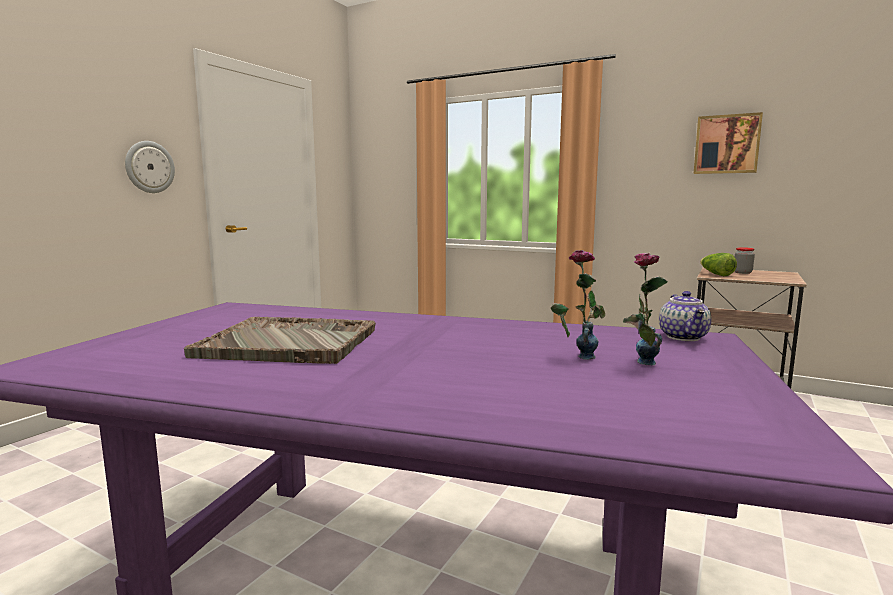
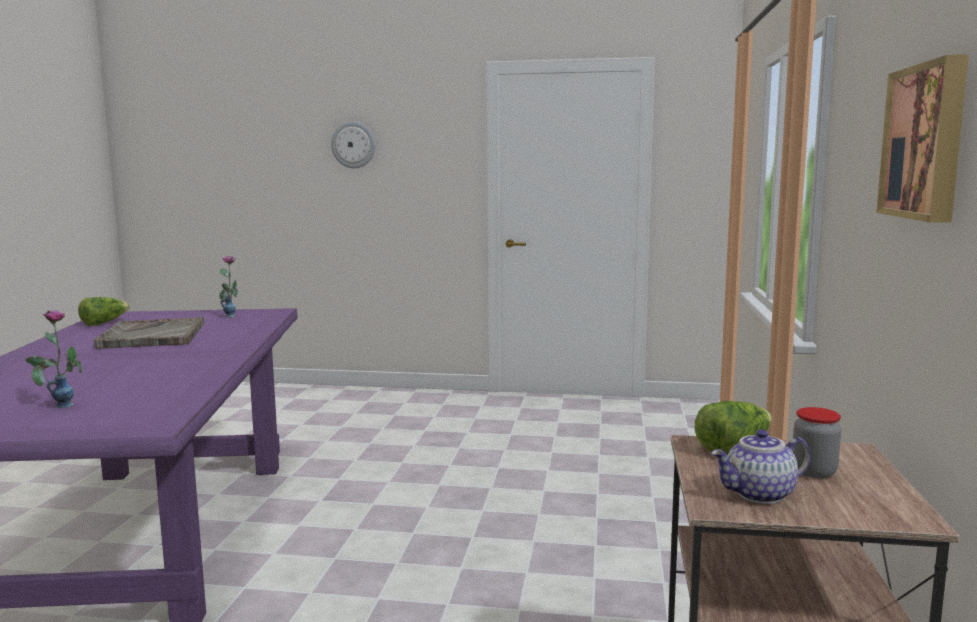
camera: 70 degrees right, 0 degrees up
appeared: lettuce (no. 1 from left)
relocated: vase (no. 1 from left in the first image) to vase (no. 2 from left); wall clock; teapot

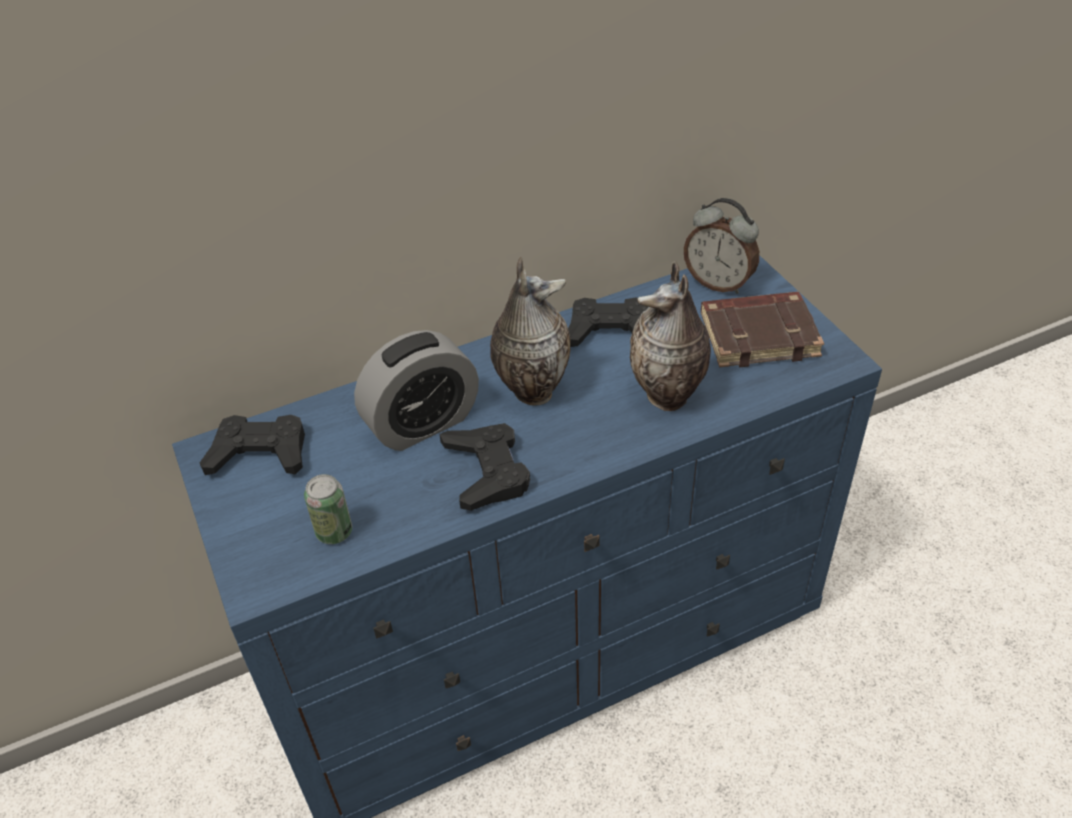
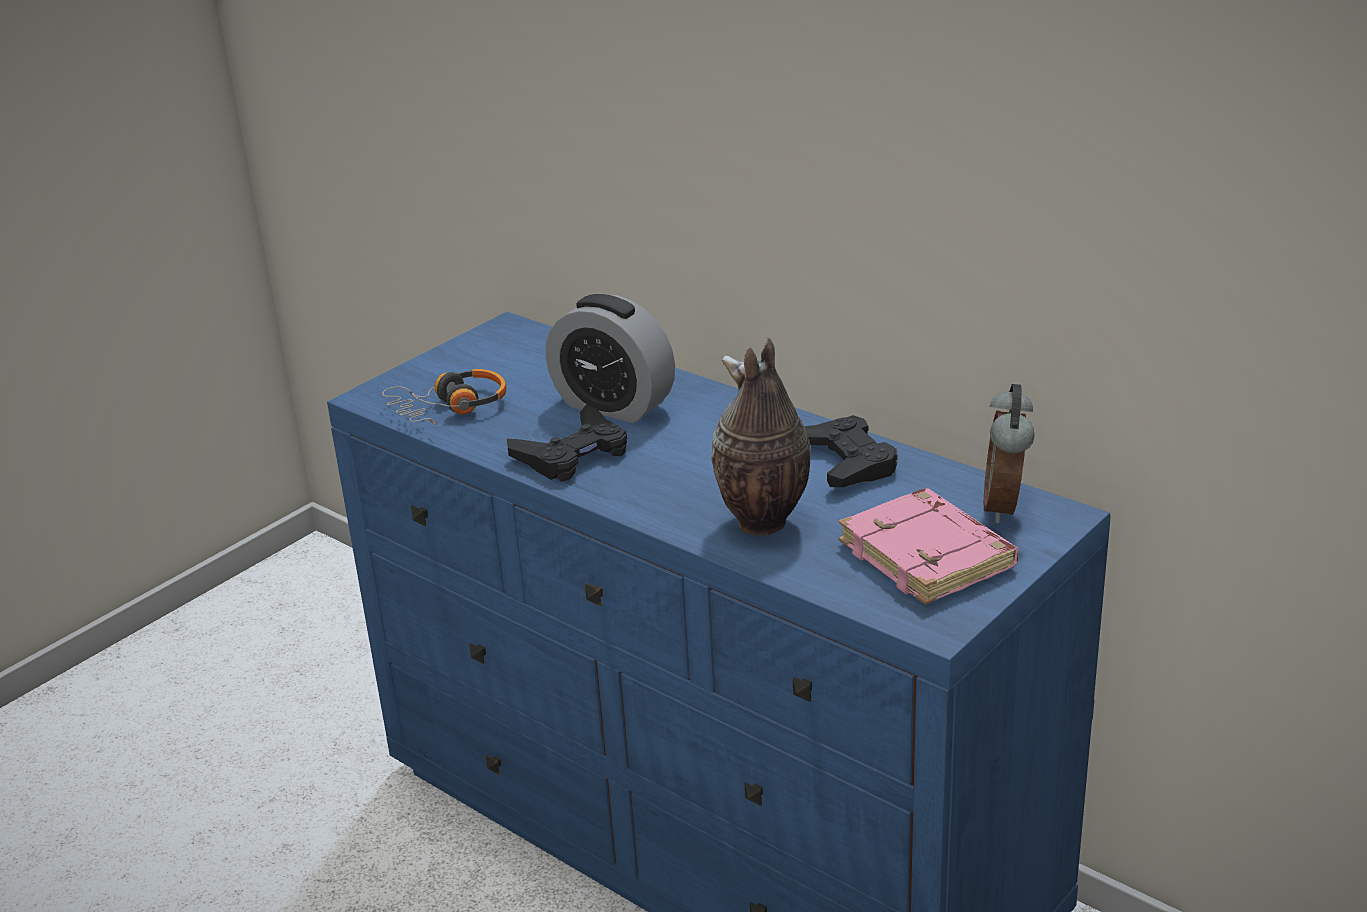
camera: 65 degrees right, 15 degrees down
missing: game controller in black (no. 1 from left); vase (no. 1 from left)
exchanged: can to headphones
colour: book in brown to book in pink

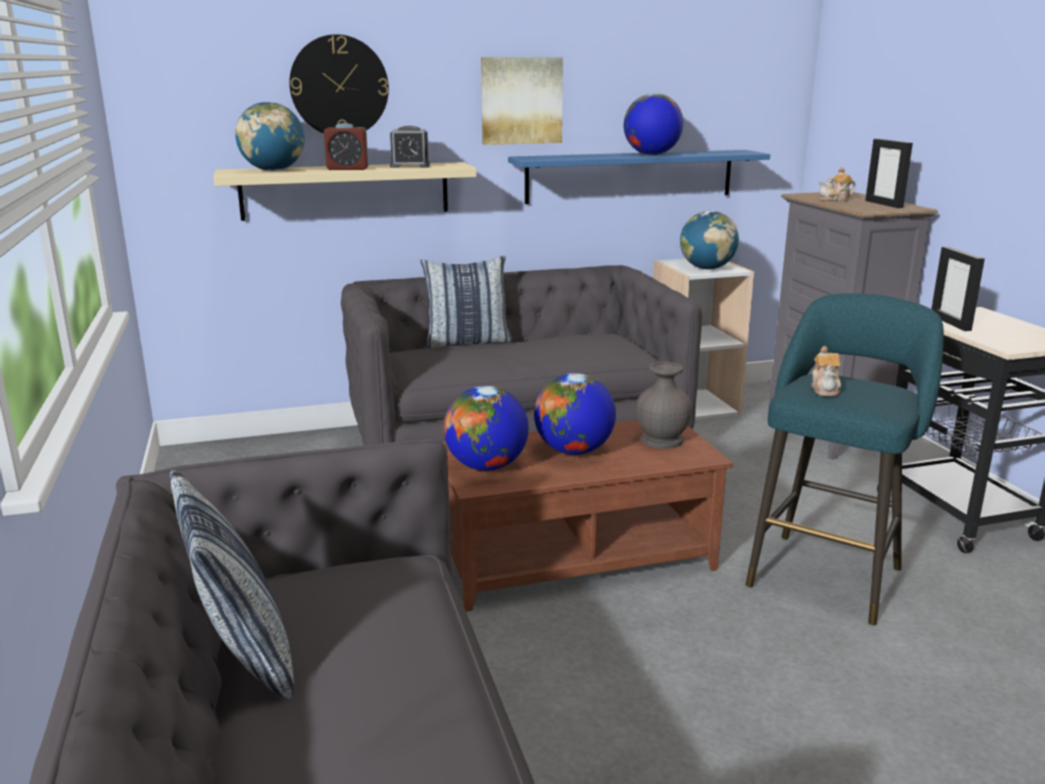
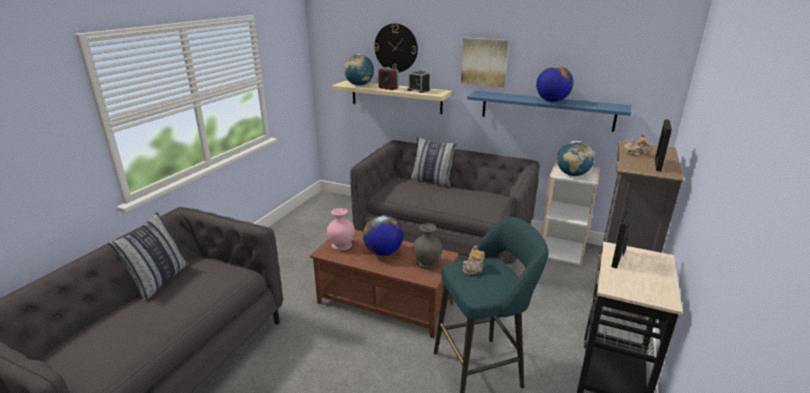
camera: 40 degrees right, 5 degrees up
exchanged: globe (no. 2 from left) to vase in pink

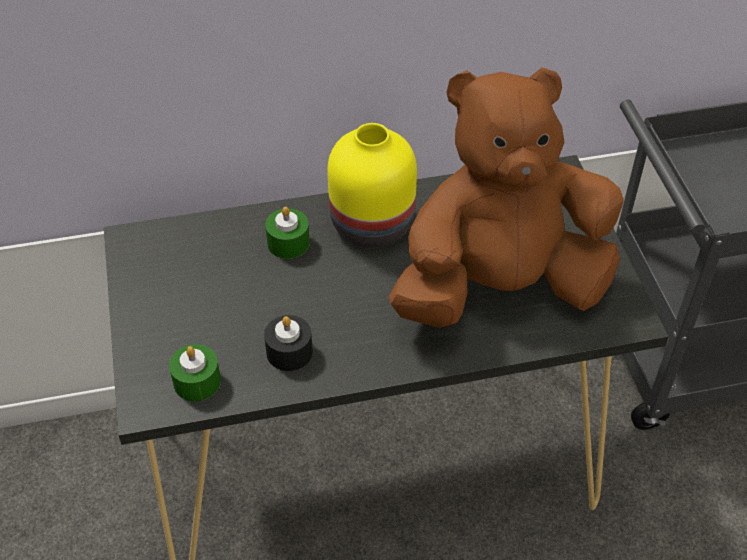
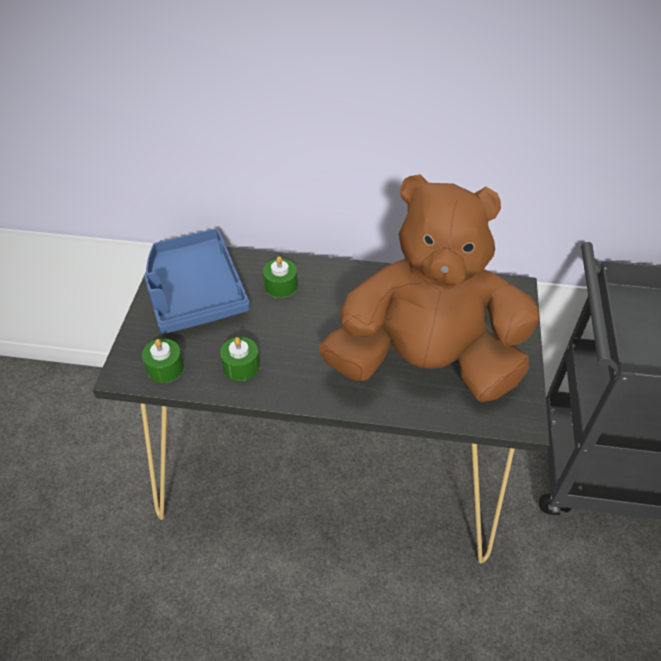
camera: 20 degrees right, 0 degrees up
missing: vase in yellow
appeared: tray in blue
colour: candle in black to candle in green (no. 2 from left)

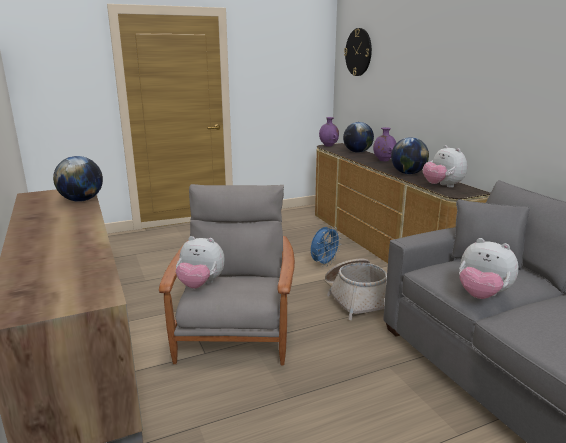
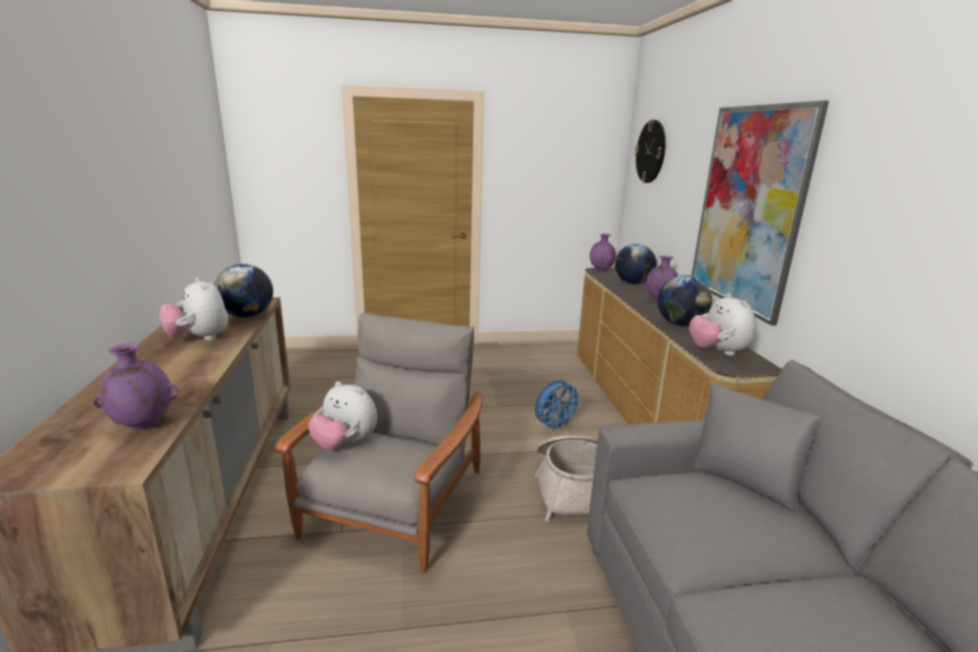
camera: 15 degrees right, 0 degrees up
appeared: vase in purple (no. 1 from left); picture
relocated: plush toy (no. 3 from left in the first image) to plush toy (no. 1 from left)

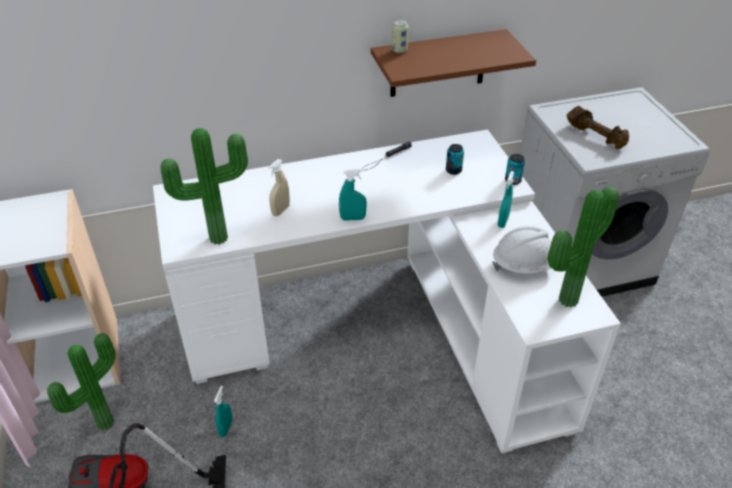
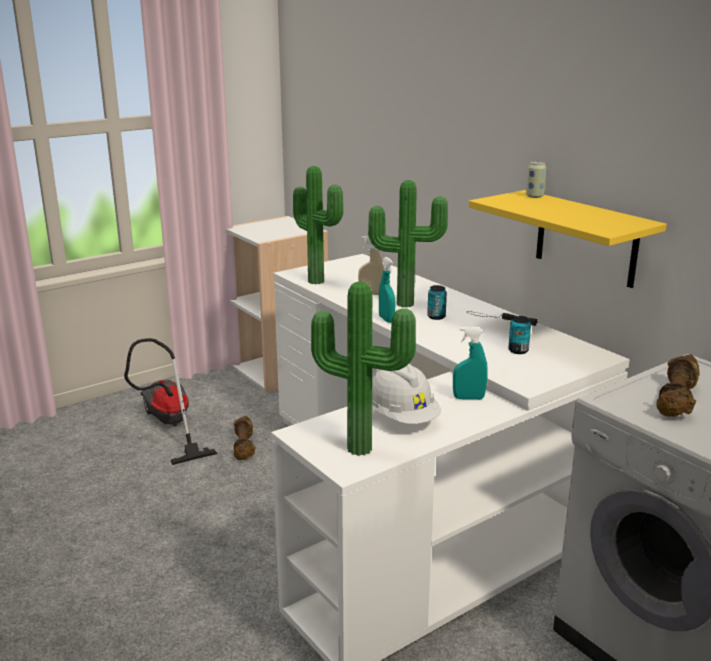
camera: 70 degrees right, 20 degrees down
relocated: potted plant (no. 1 from left in the first image) to potted plant (no. 3 from left); can (no. 3 from left in the first image) to can (no. 1 from left)
exchanged: spray bottle in turquoise (no. 1 from left) to dumbbell in brown (no. 1 from left)
colour: shelf in brown to shelf in yellow

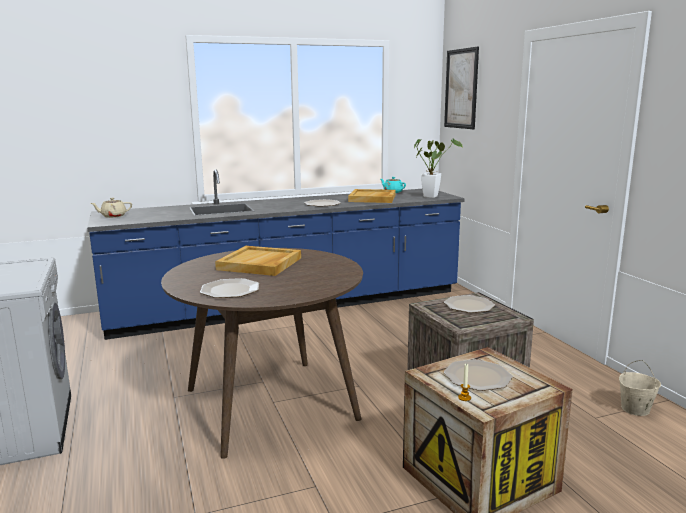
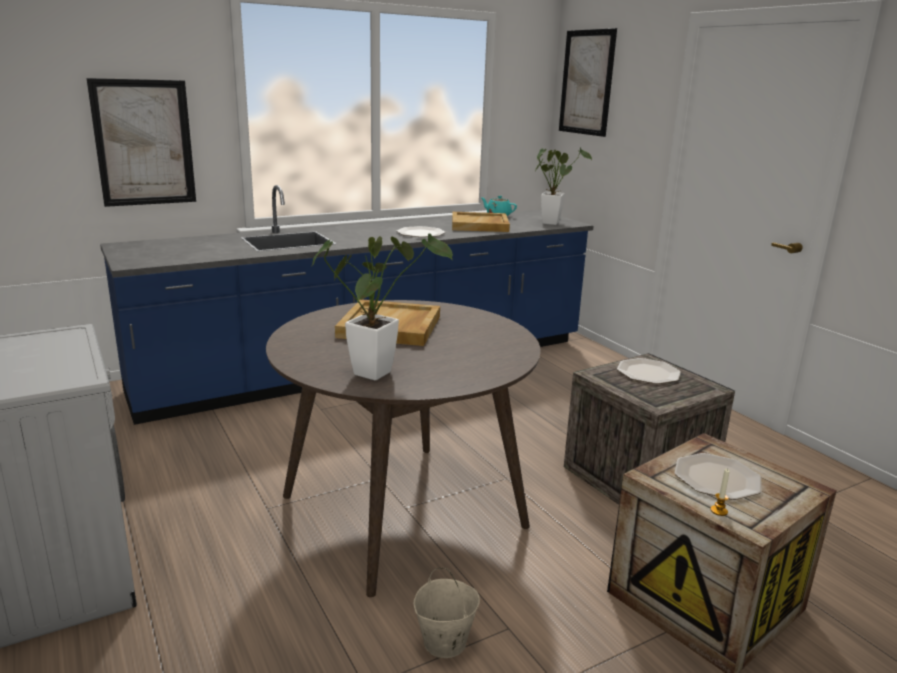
camera: 10 degrees left, 5 degrees up
missing: teapot in beige
appeared: picture (no. 1 from left)
relocated: bucket in beige
exchanged: plate (no. 1 from left) to potted plant (no. 1 from left)

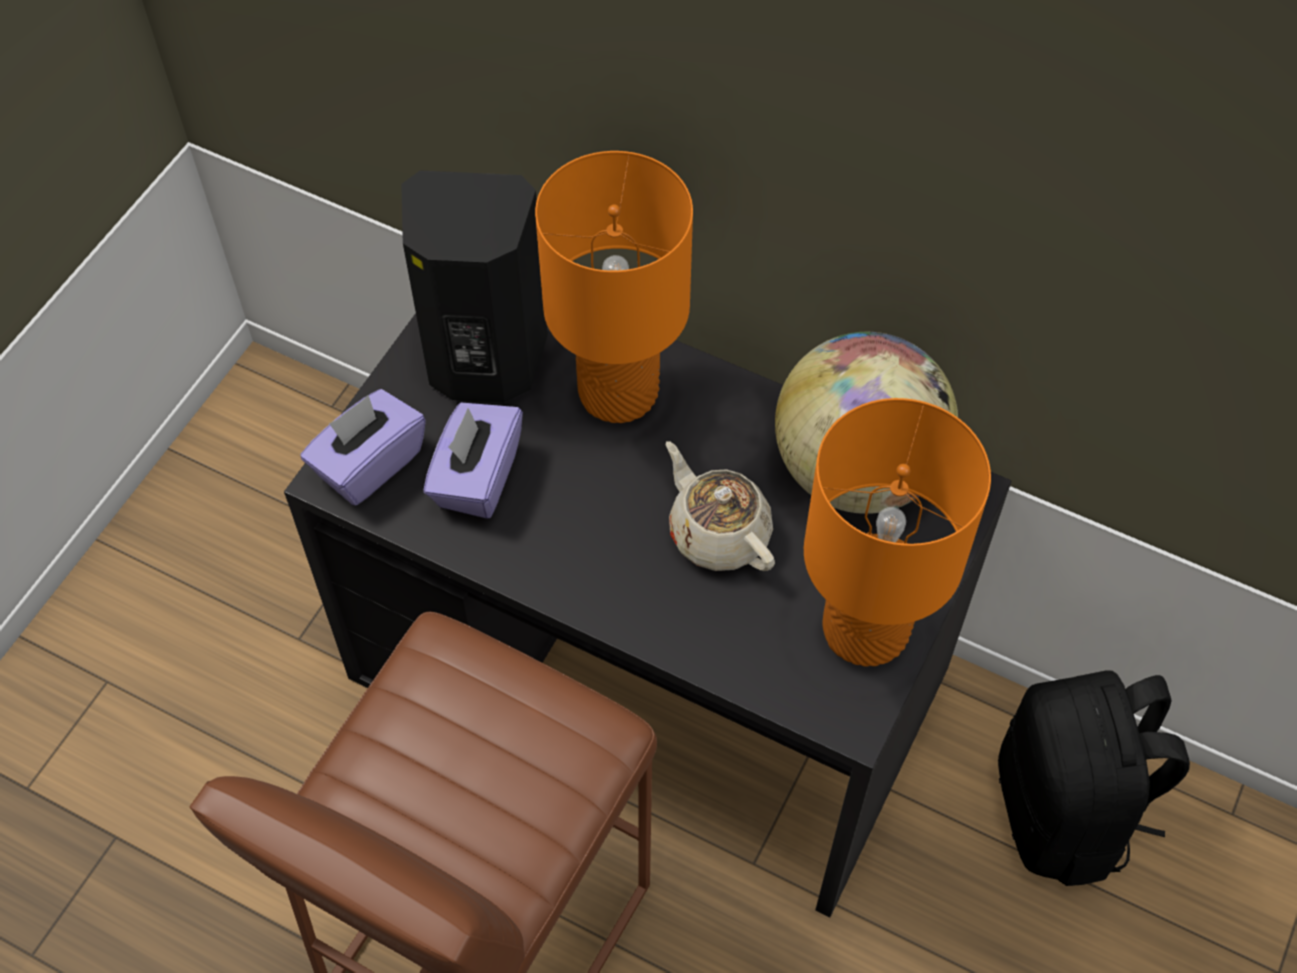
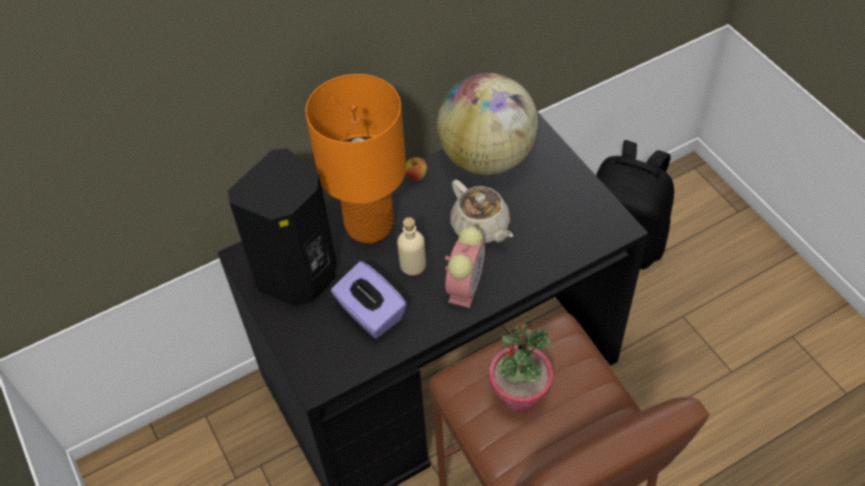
camera: 55 degrees left, 5 degrees down
missing: tissue box in purple (no. 1 from left); table lamp in orange (no. 2 from left)
appeared: bottle in beige; apple; alarm clock; potted plant
spun: teapot in beige 120 degrees counterclockwise

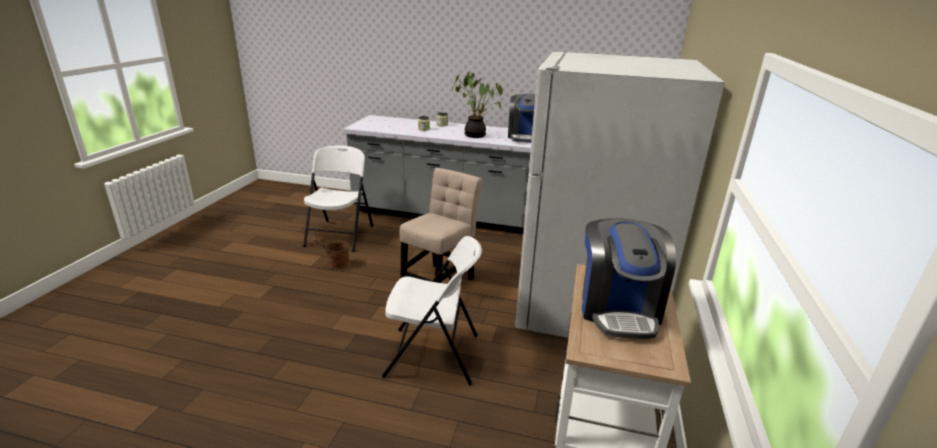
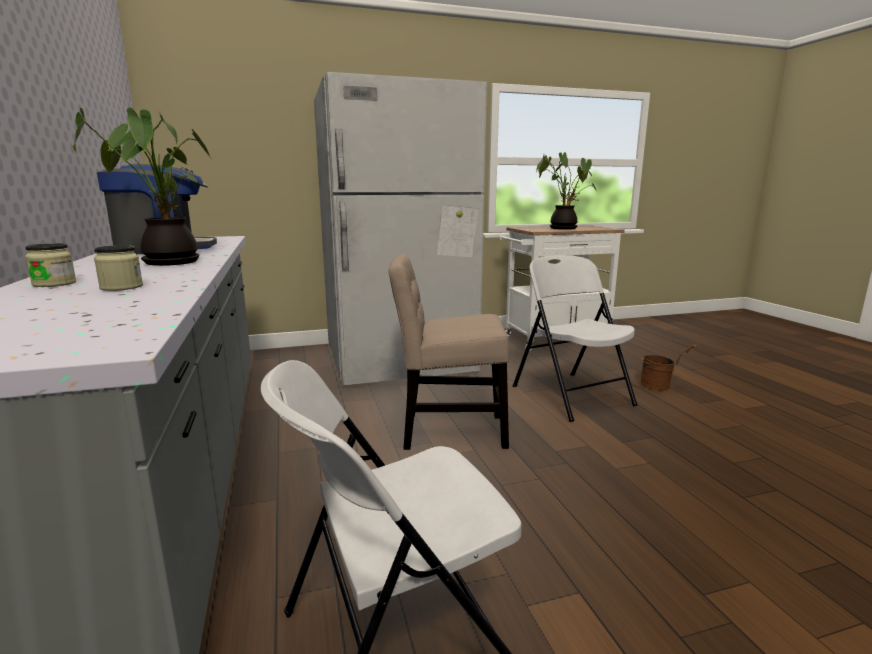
camera: 120 degrees left, 10 degrees down
relocated: bucket in brown
exchanged: coffee machine (no. 2 from left) to potted plant (no. 2 from left)

